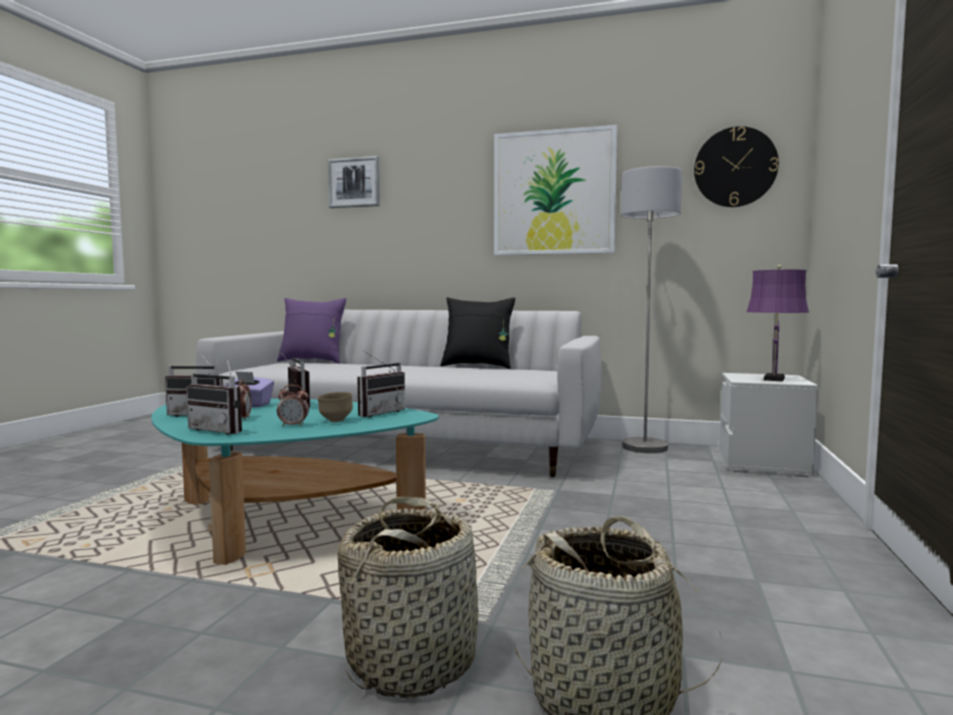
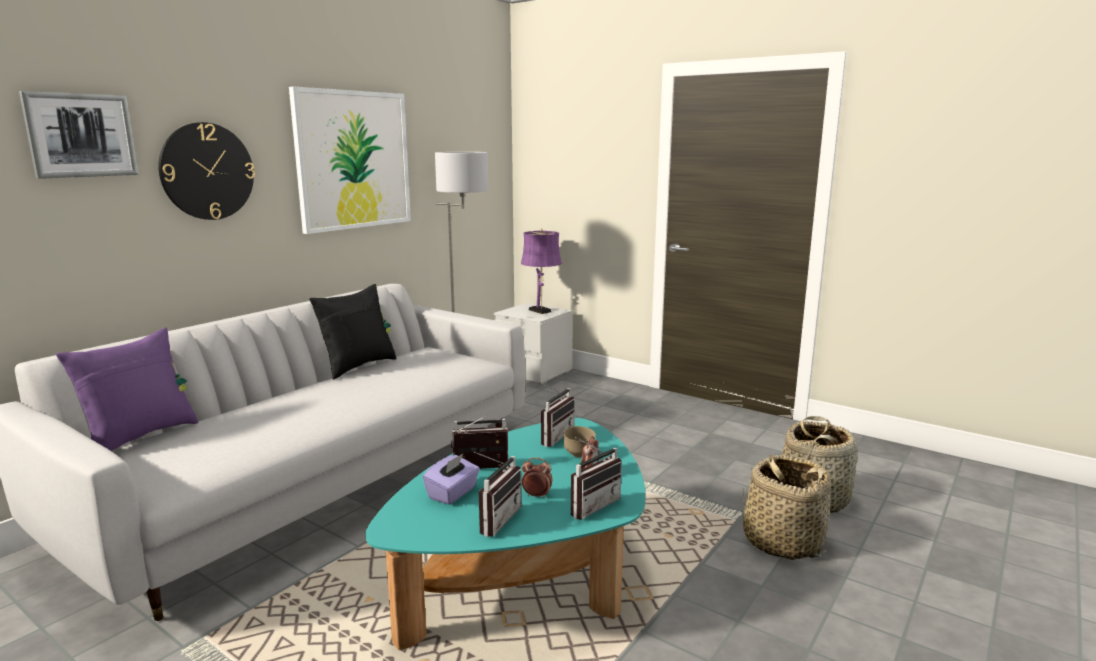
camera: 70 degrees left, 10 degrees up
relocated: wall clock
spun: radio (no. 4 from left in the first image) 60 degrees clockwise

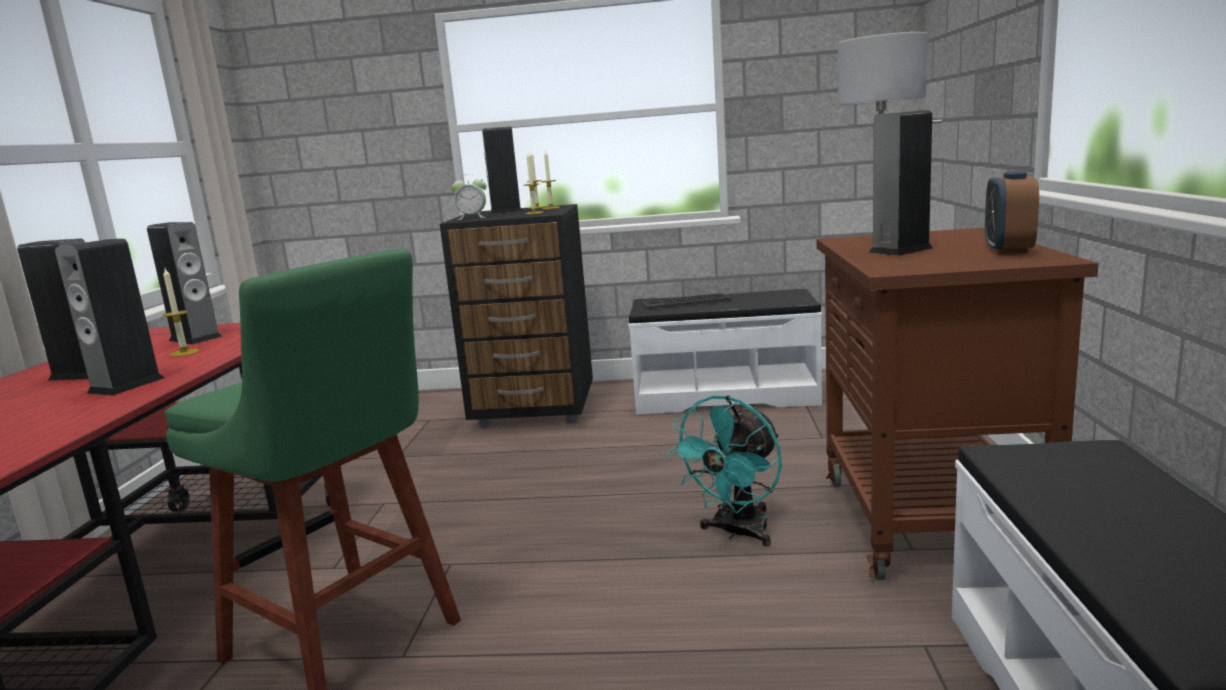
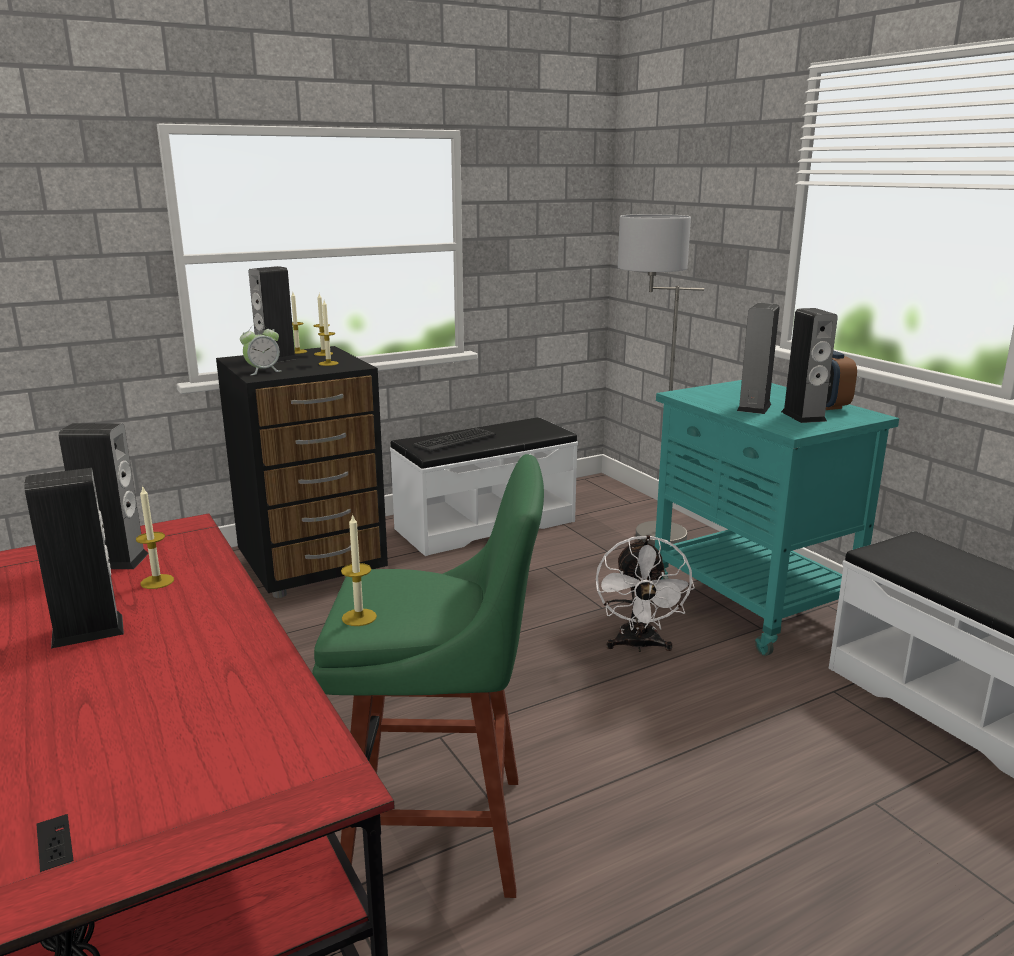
camera: 35 degrees left, 5 degrees up
appeared: candle (no. 5 from left)
relocated: speaker (no. 2 from left in the first image) to speaker (no. 5 from left)
colour: fan in turquoise to fan in white; cart in brown to cart in turquoise

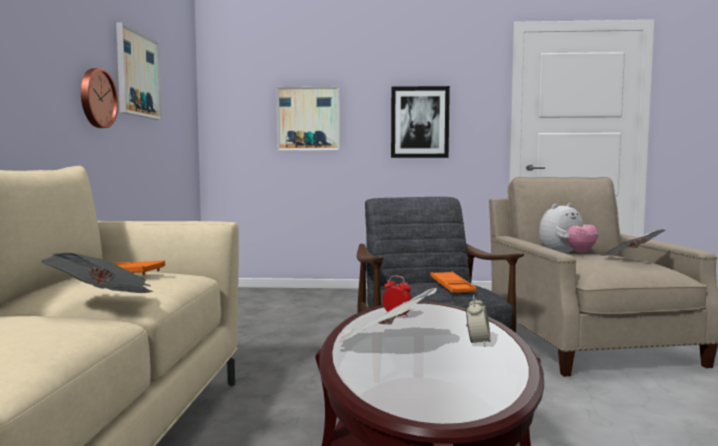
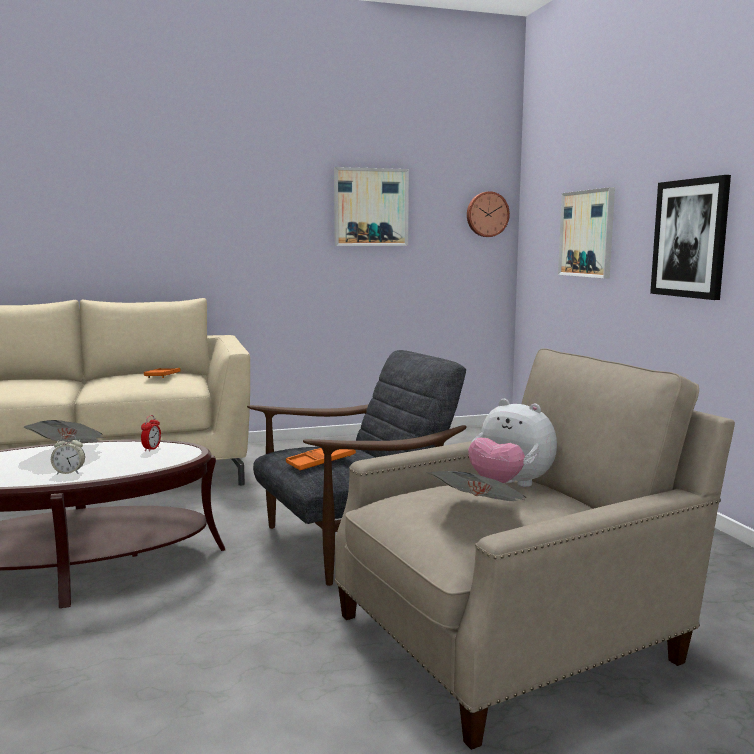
camera: 70 degrees right, 5 degrees up
missing: newspaper (no. 1 from left)
relocated: wall clock

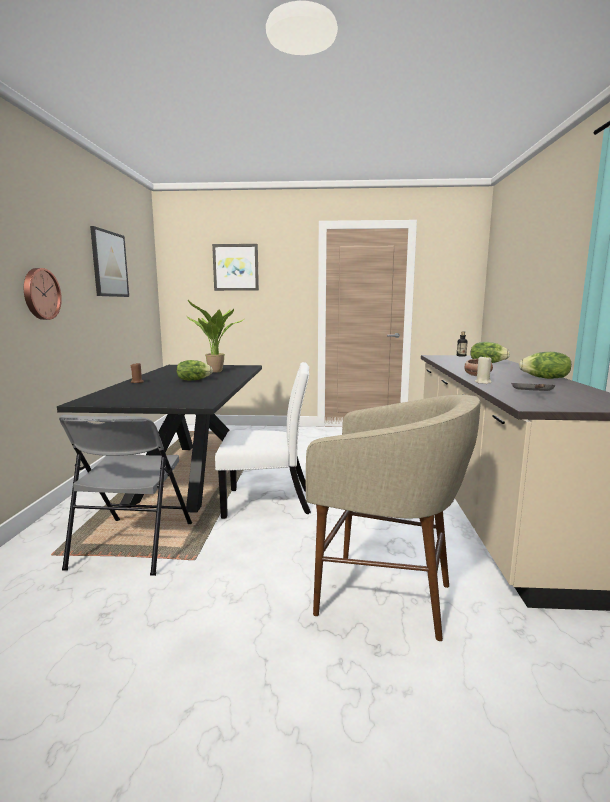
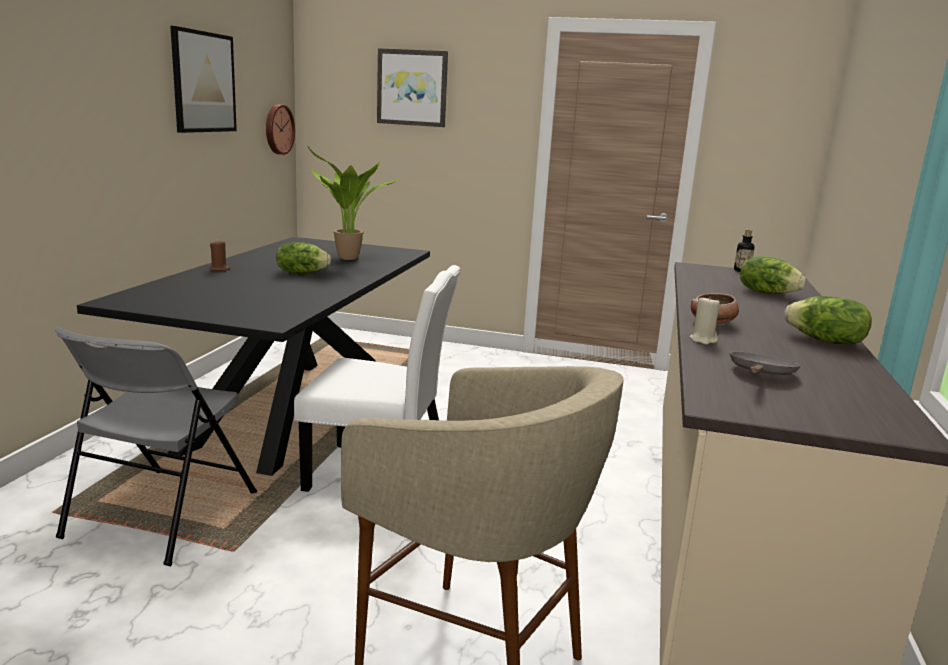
camera: 10 degrees right, 5 degrees up
relocated: wall clock

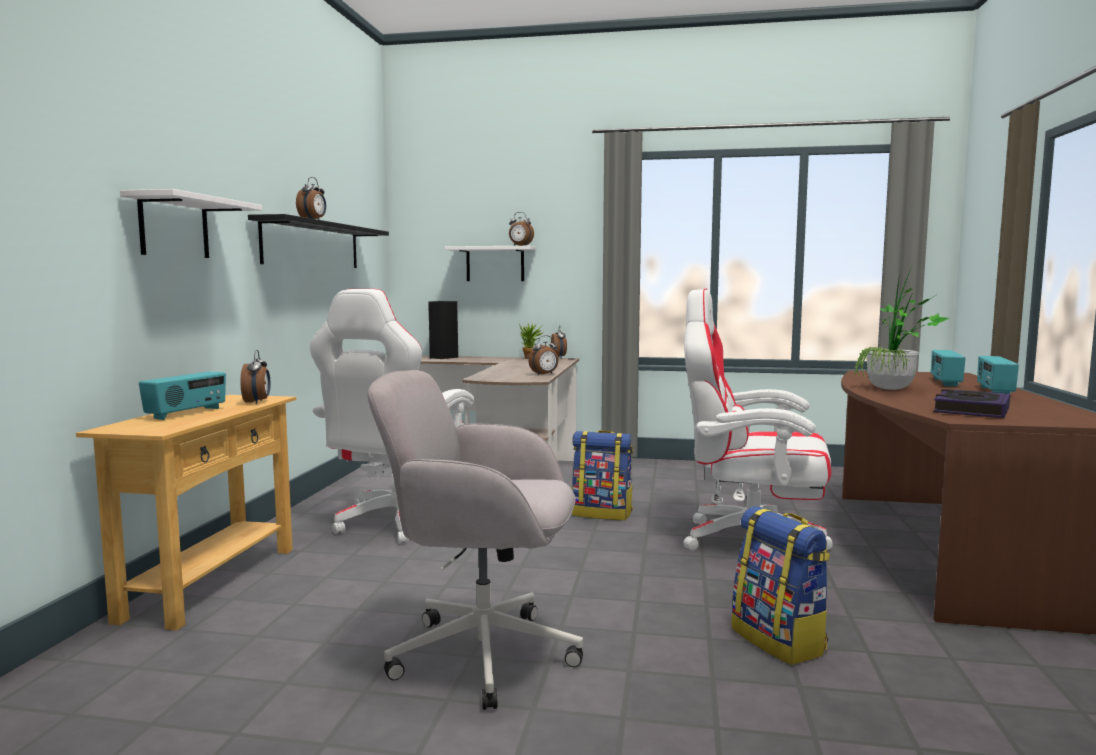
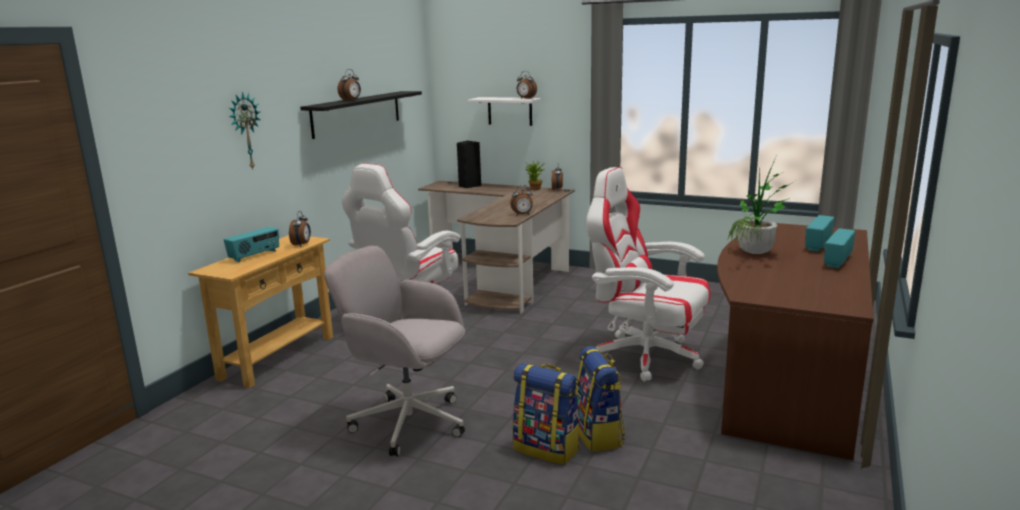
camera: 15 degrees right, 10 degrees up
missing: book
relocated: backpack (no. 1 from left)
exchanged: shelf in white (no. 1 from left) to wall clock

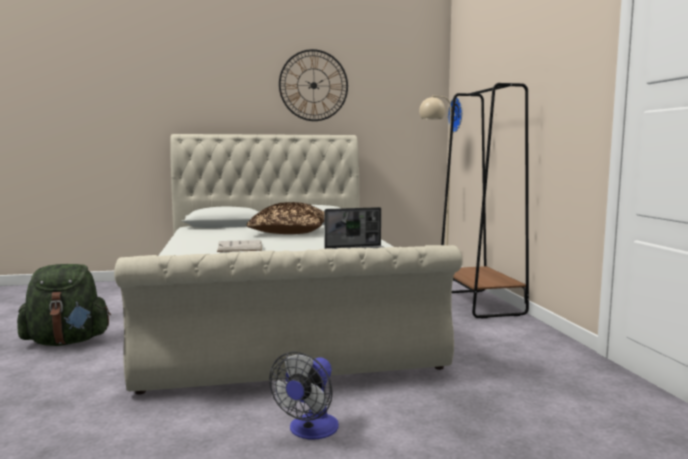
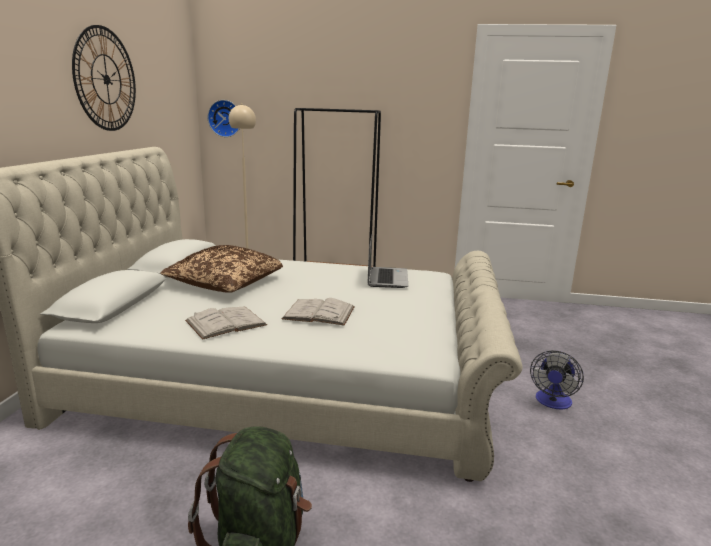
camera: 70 degrees left, 10 degrees up
appeared: book in white (no. 1 from left)
spun: fan 75 degrees clockwise

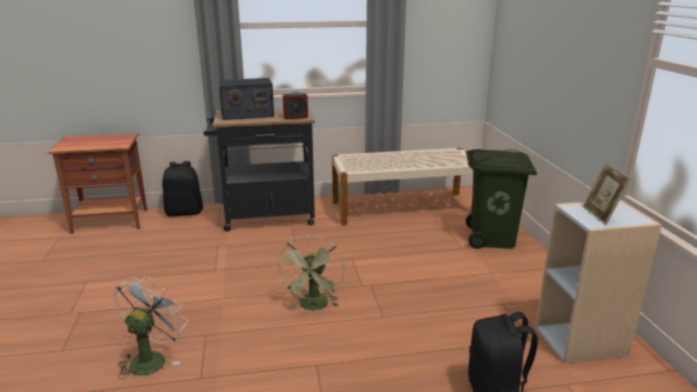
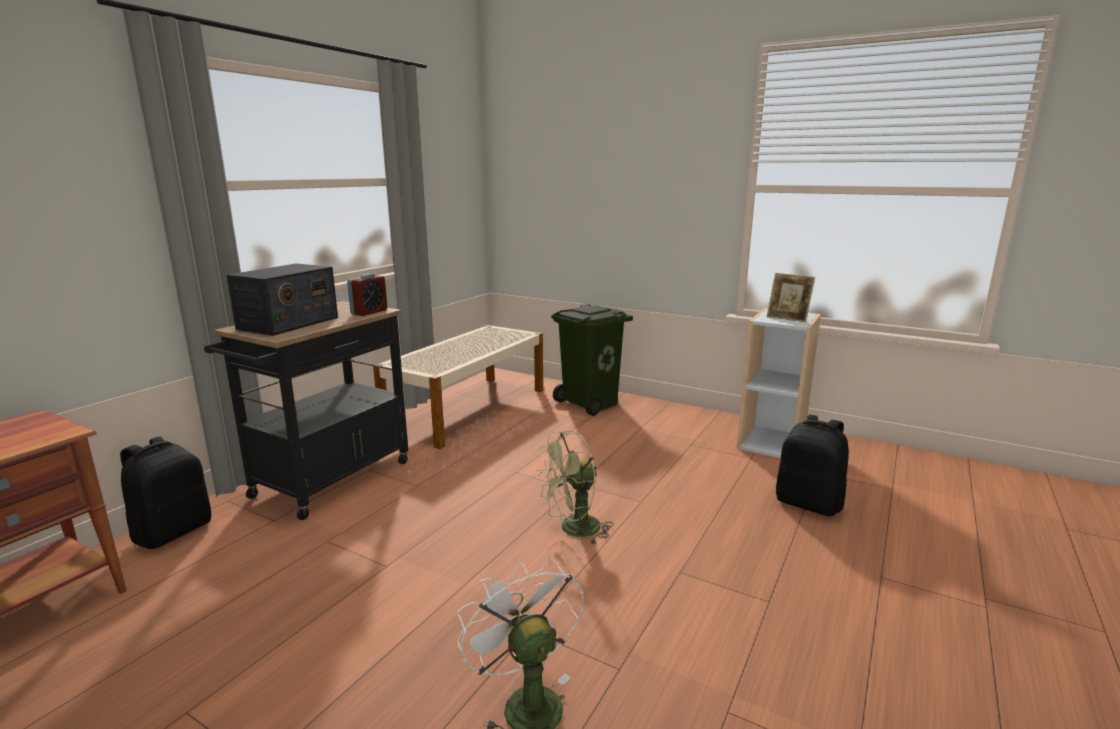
camera: 50 degrees left, 5 degrees down
spun: fan in green 105 degrees clockwise

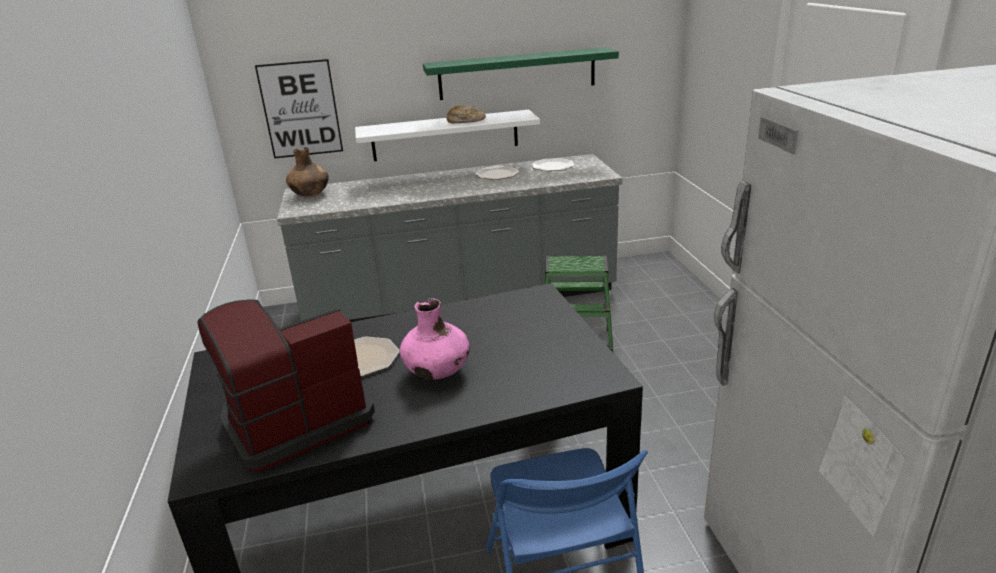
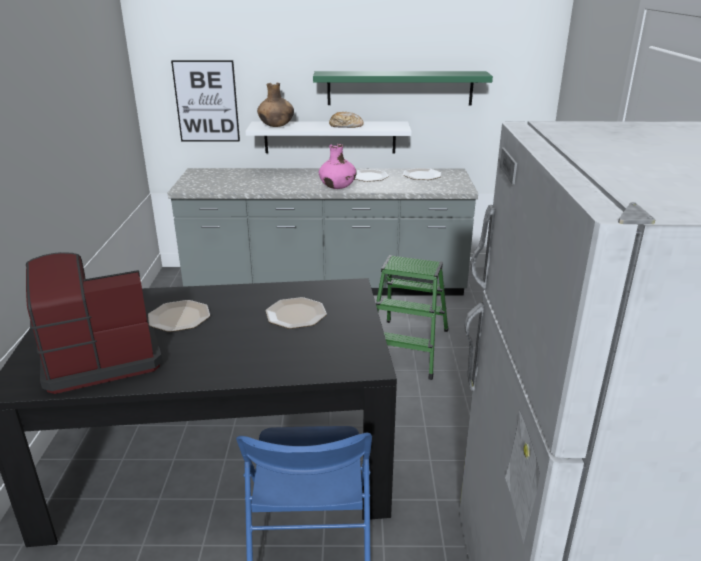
camera: 10 degrees right, 0 degrees up
appeared: plate (no. 2 from left)
relocated: vase in brown; vase in pink

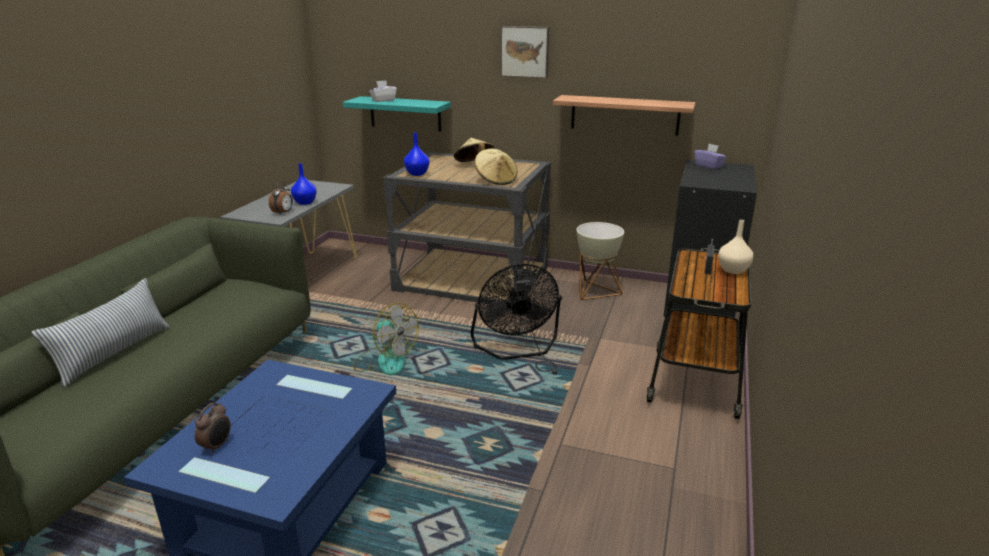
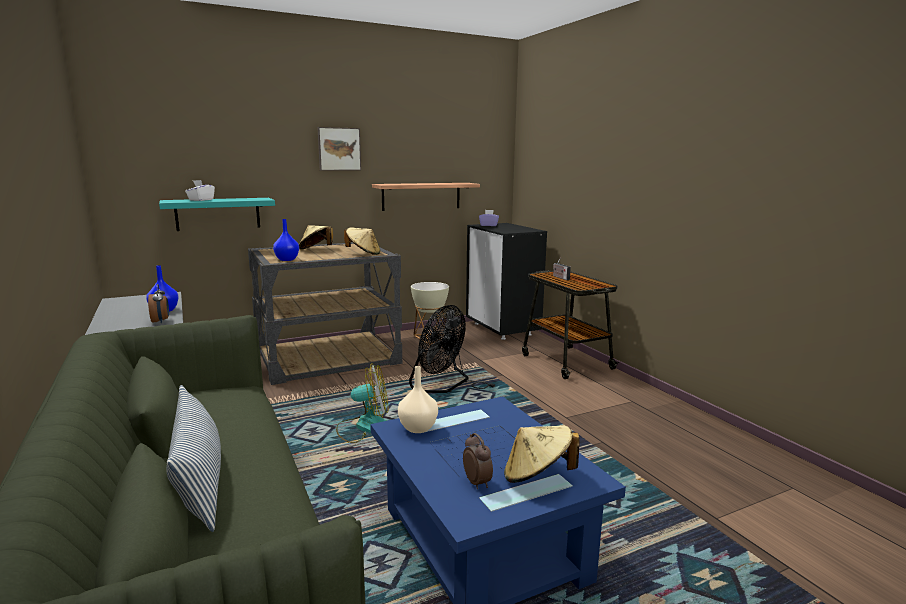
camera: 45 degrees left, 10 degrees down
appeared: hat in beige (no. 3 from left)
relocated: vase in beige

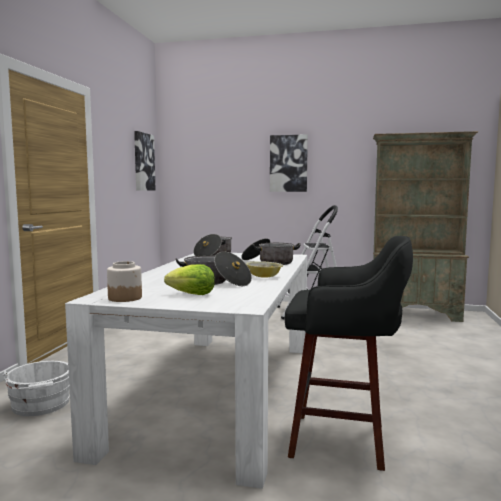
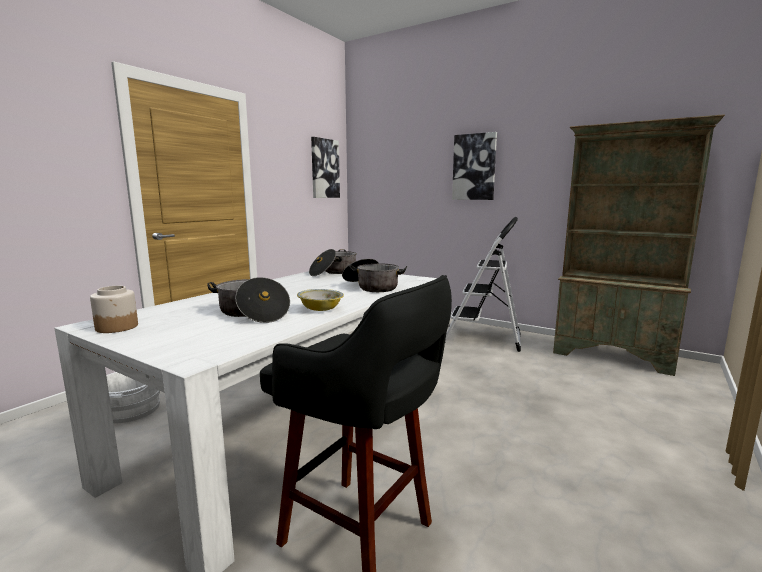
camera: 20 degrees right, 5 degrees up
missing: lettuce

